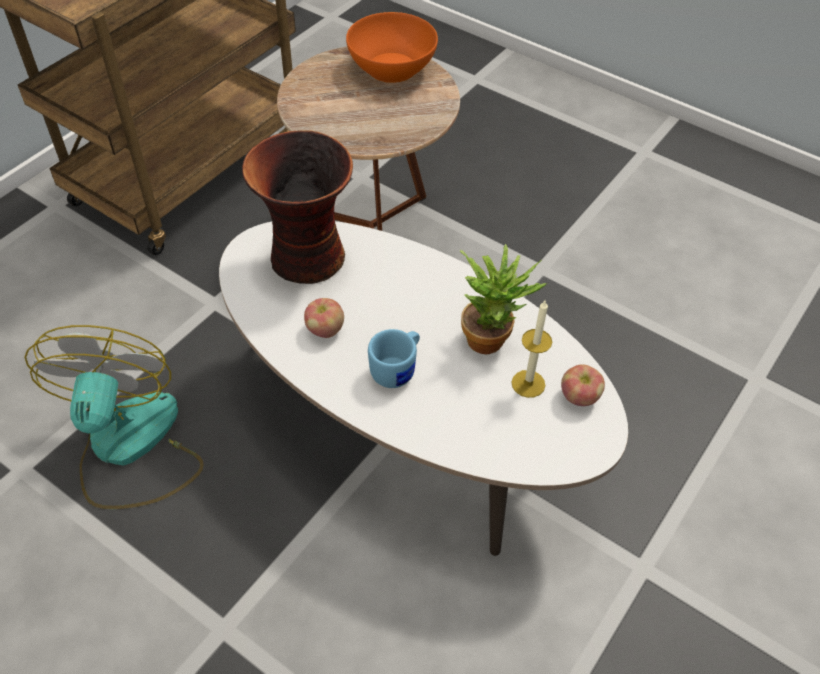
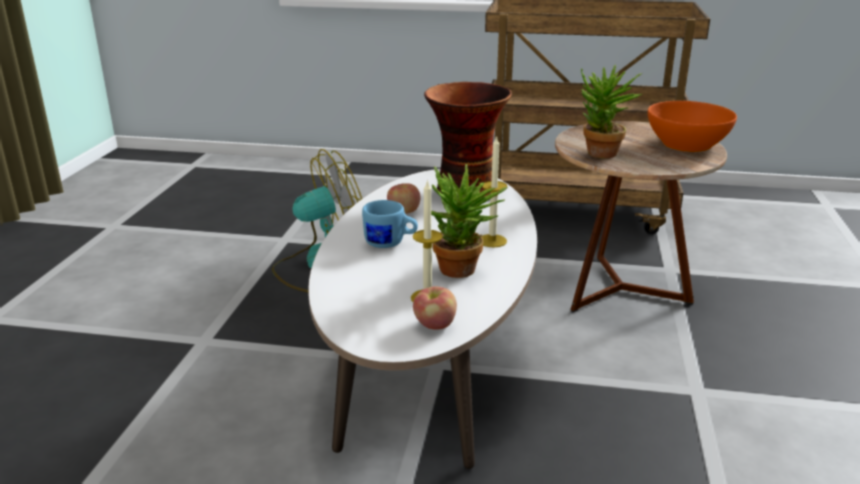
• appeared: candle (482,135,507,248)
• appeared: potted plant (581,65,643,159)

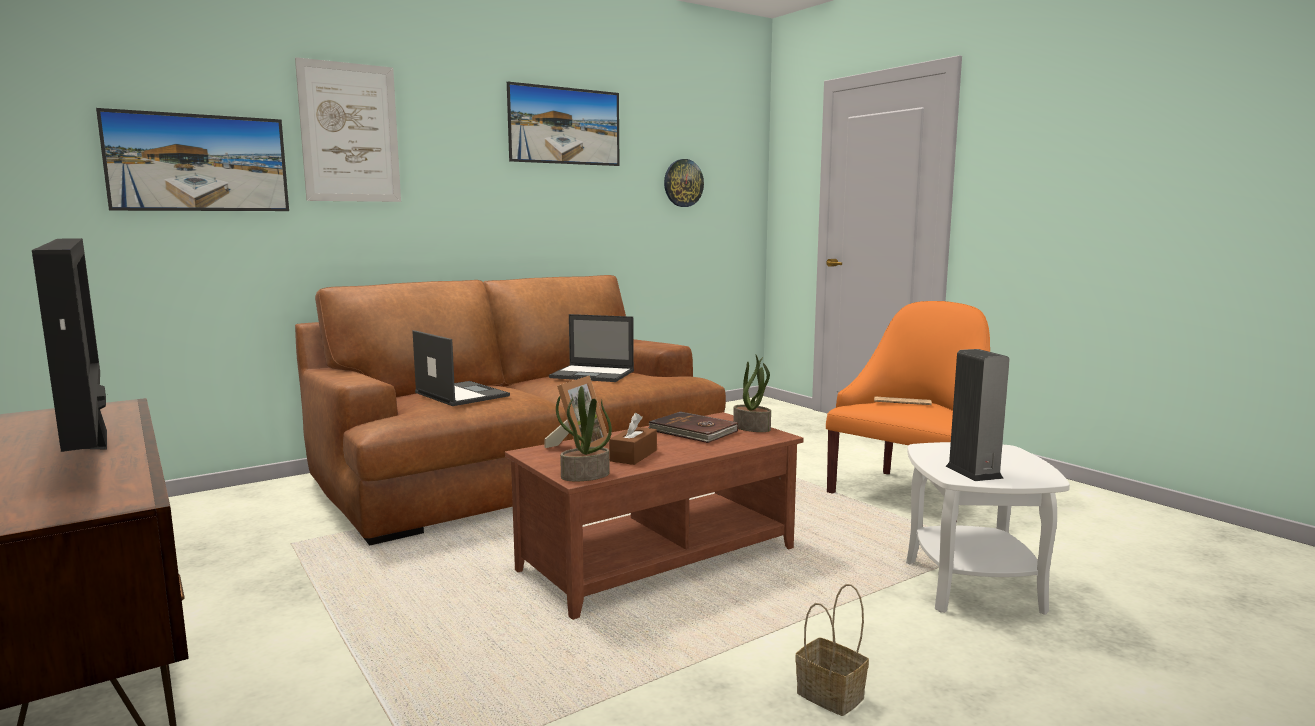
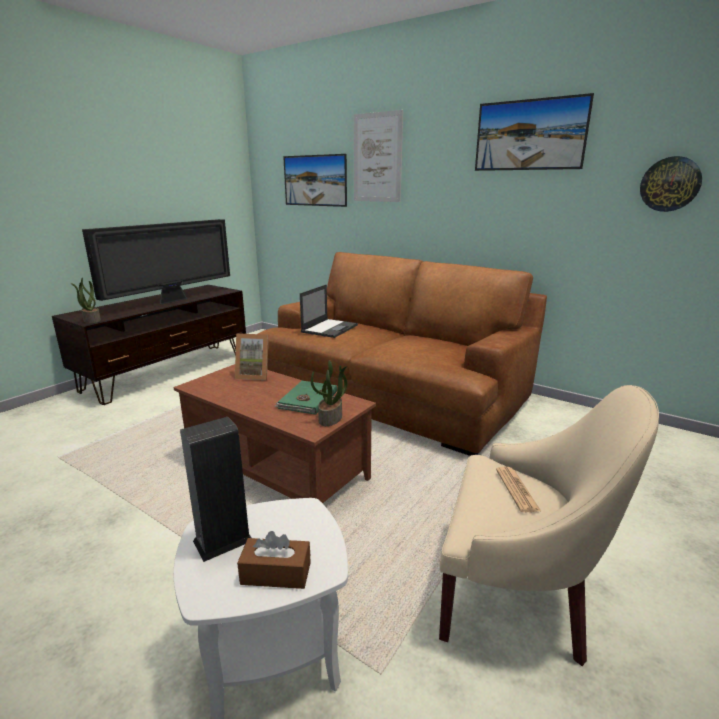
• relocated: potted plant (556,386,612,481) to (71,278,101,323)
• relocated: tissue box/brown (609,413,657,465) to (237,531,311,589)
• colour: book/brown (648,412,738,443) to book/green (274,381,337,415)
• colour: armchair/orange (826,301,990,494) to armchair/beige (439,385,659,666)
• missing: laptop (549,314,634,382)
• missing: basket (795,584,869,716)

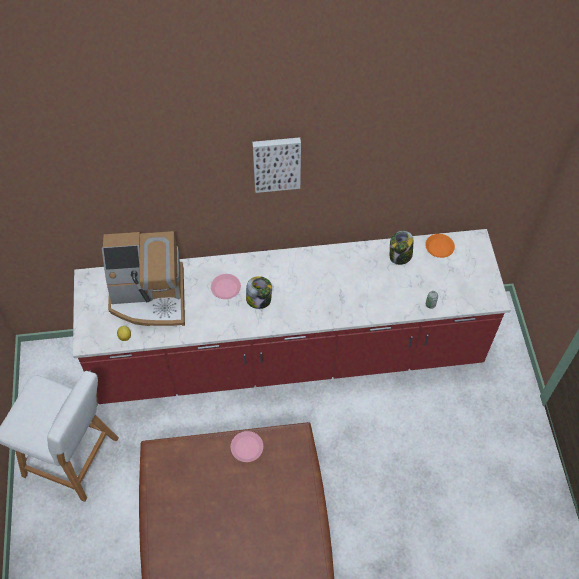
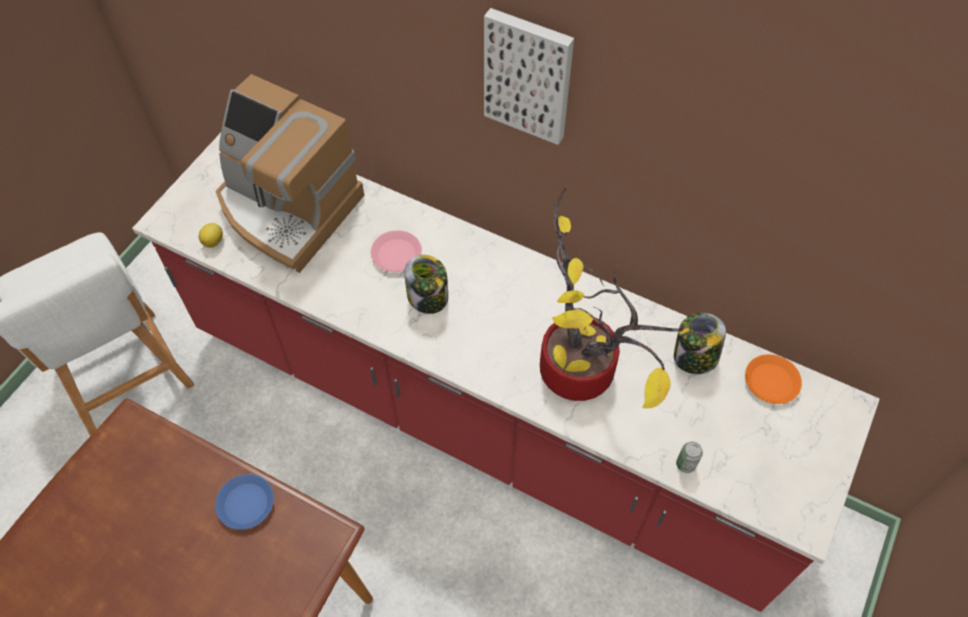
• colour: plate/pink (231,431,263,462) to plate/blue (215,474,274,530)
• appeared: potted plant (540,187,685,408)

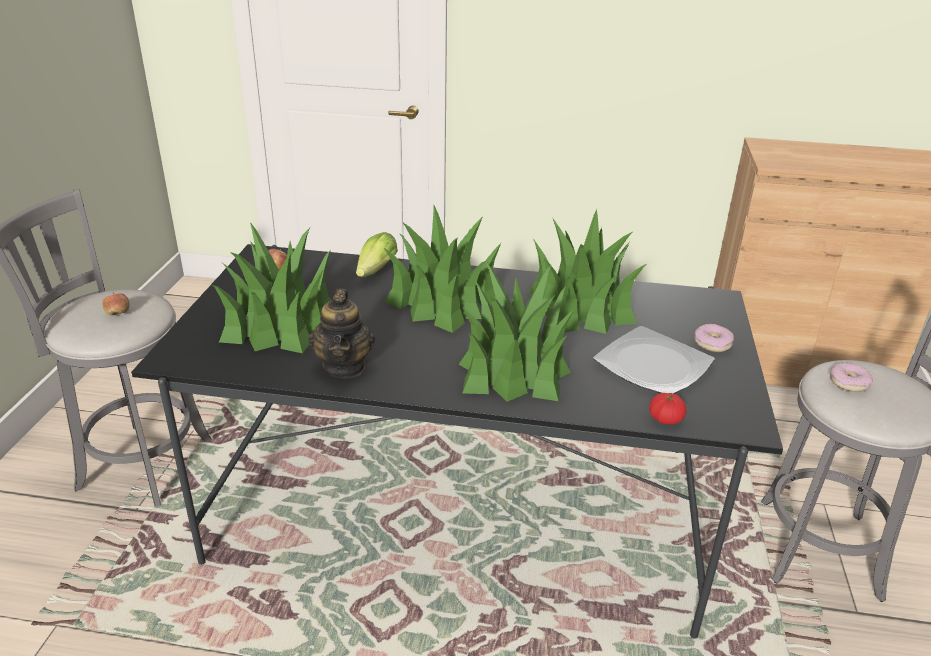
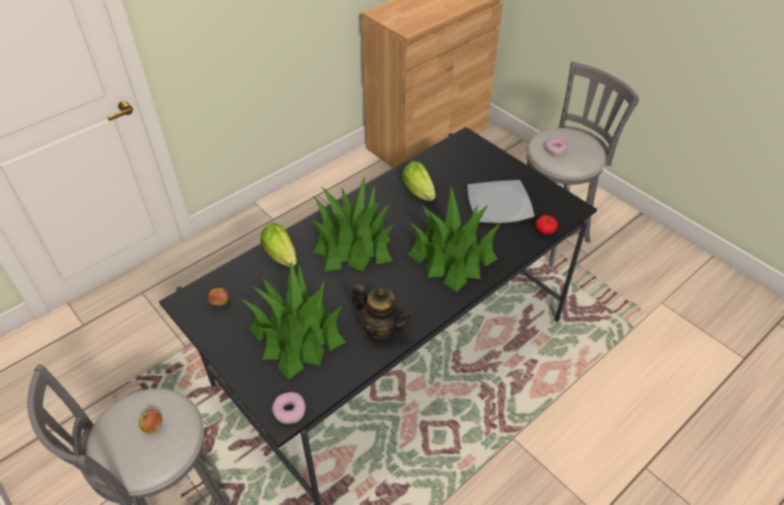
• relocated: donut (694,324,734,352) to (272,392,306,424)
• exchanged: potted plant (529,209,646,334) to lettuce (402,161,436,201)

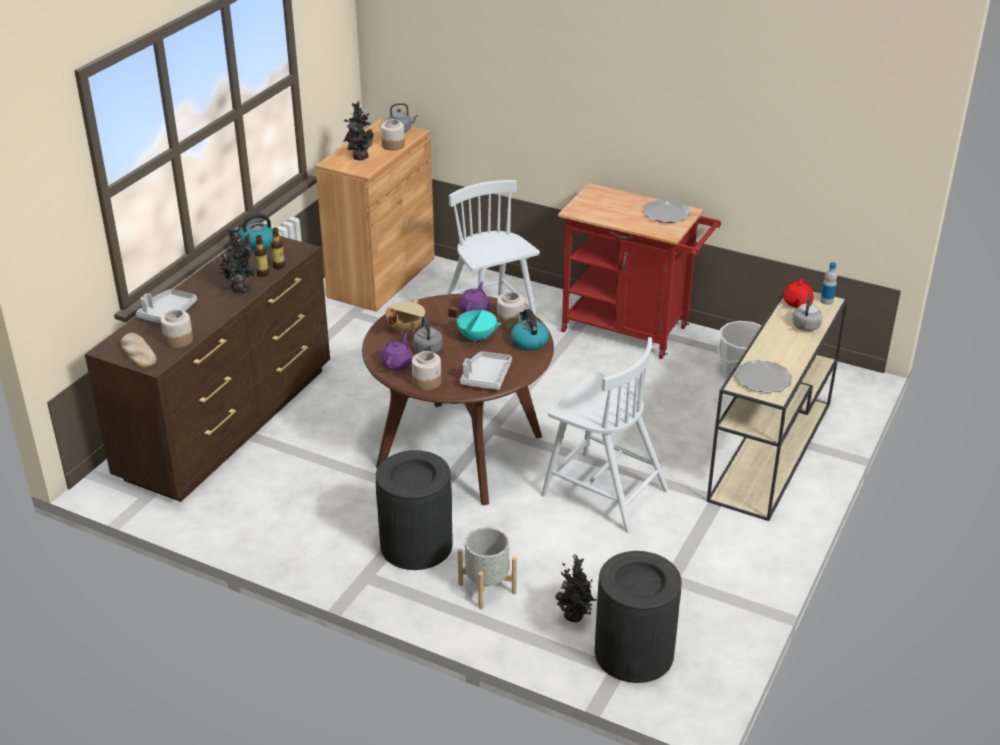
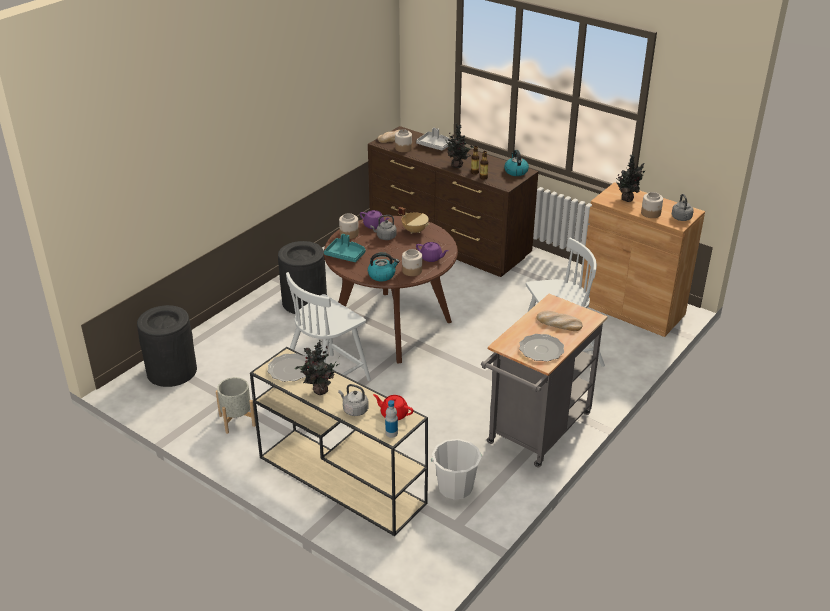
• relocated: planter/grey (458,527,517,609) to (216,377,256,434)
• relocated: potted plant (555,554,597,622) to (295,340,340,395)
• colour: tray/grey (460,351,512,390) to tray/turquoise (324,234,366,262)
• colour: cart/red (558,183,721,359) to cart/grey (481,294,608,468)
• appeared: bread (536,311,583,331)
• missing: cooking pot/turquoise (448,307,501,343)

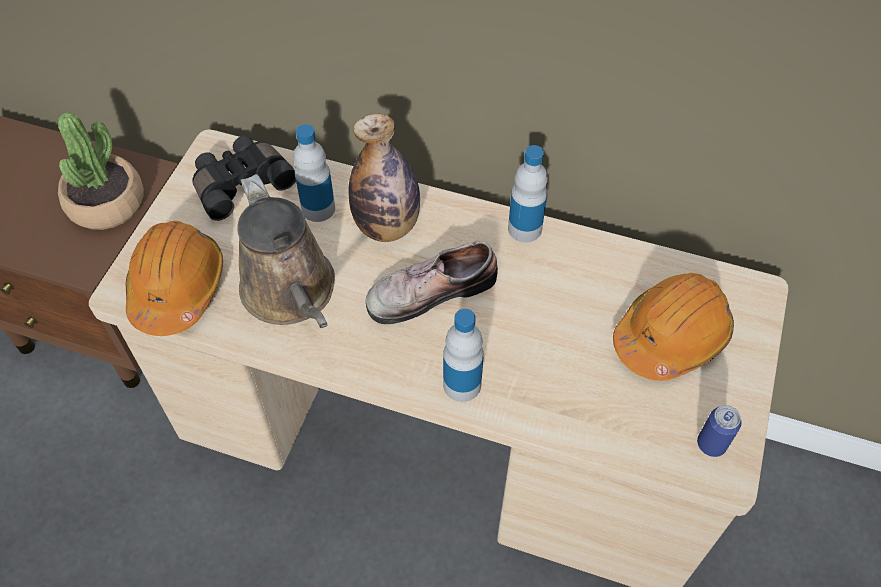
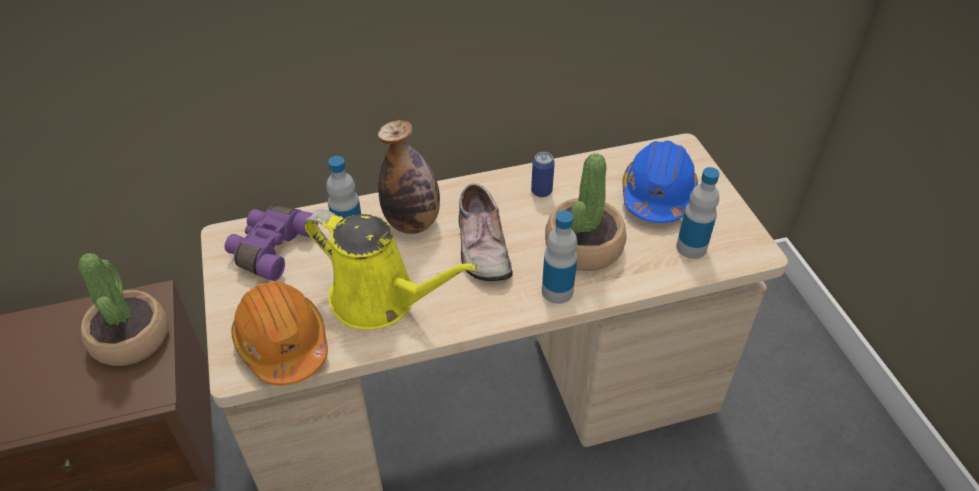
• colour: binoculars/black (193,136,296,221) to binoculars/purple (225,205,318,281)
• colour: watering can/brown (237,174,335,328) to watering can/yellow (304,209,479,330)
• spun: shoe (366,241,498,324) = (459,184,513,281) 45 degrees counterclockwise
• relocated: can (697,405,742,457) to (531,152,555,197)
• appeared: potted plant (545,153,626,271)
• colour: hard hat/orange (613,273,734,381) to hard hat/blue (622,141,698,223)
• relocated: bottle (508,145,548,243) to (676,167,720,259)

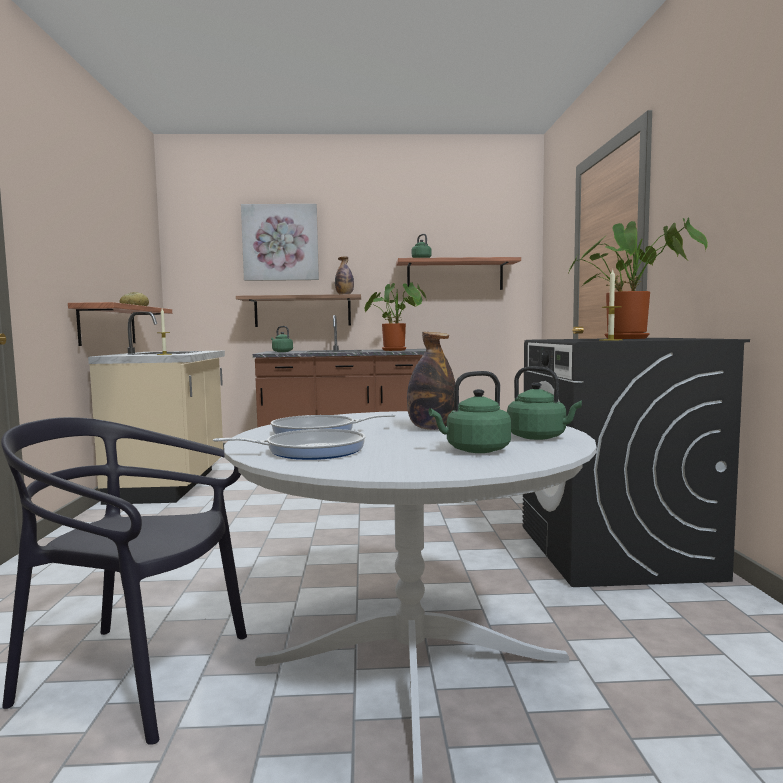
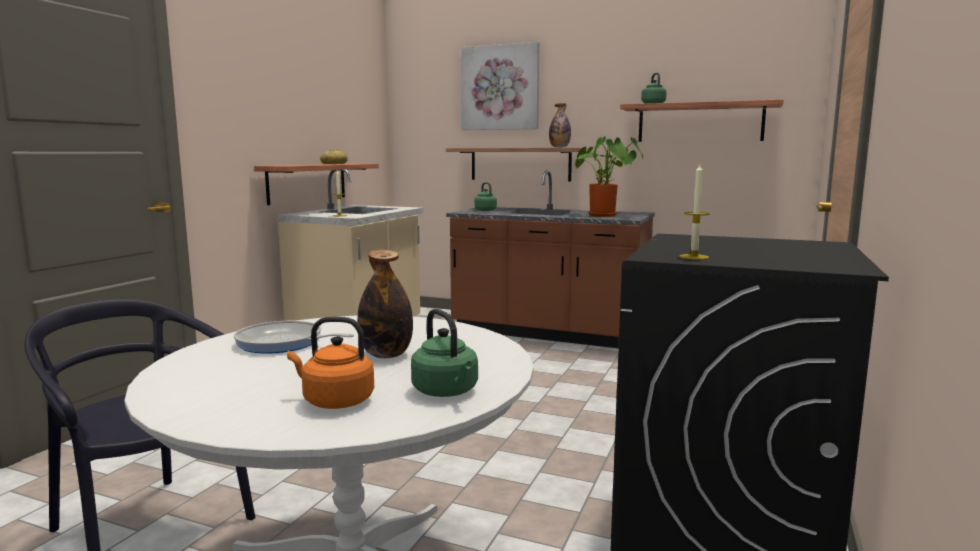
• colour: kettle/green (429,371,511,453) to kettle/orange (287,317,374,409)
• missing: frying pan (213,429,366,460)
• missing: potted plant (569,217,708,339)

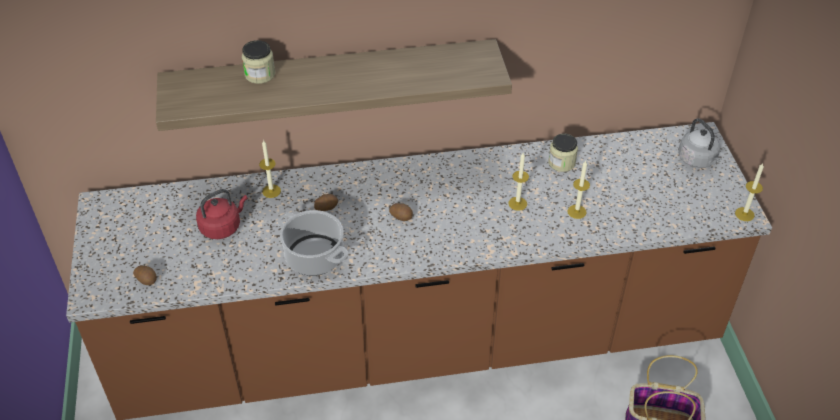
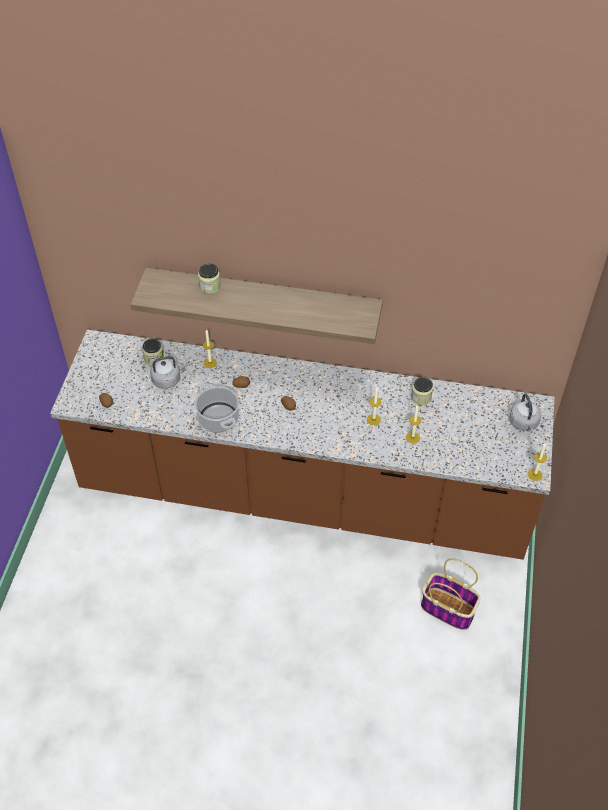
• appeared: jar (142,338,164,366)
• colour: kettle/red (196,189,248,239) to kettle/grey (150,356,188,389)

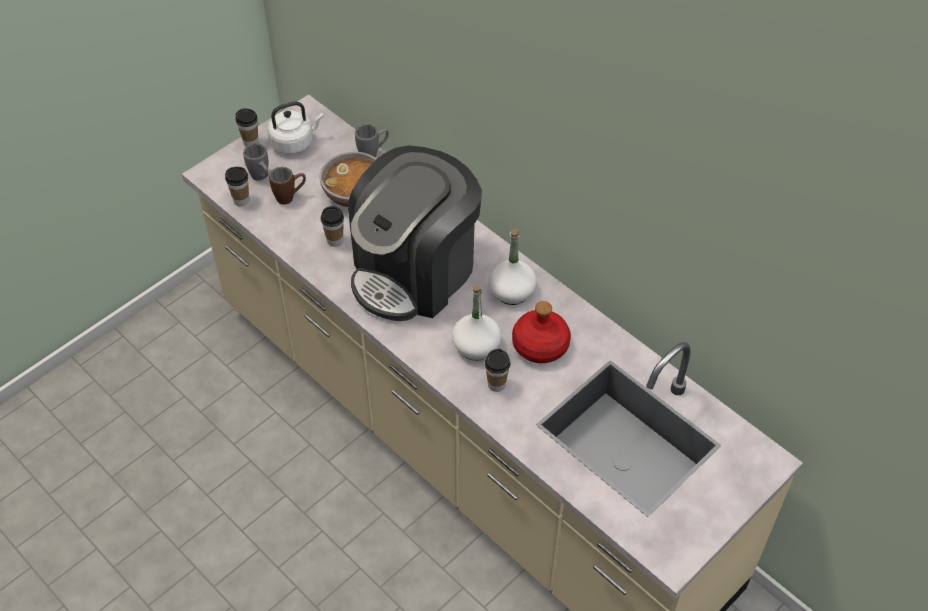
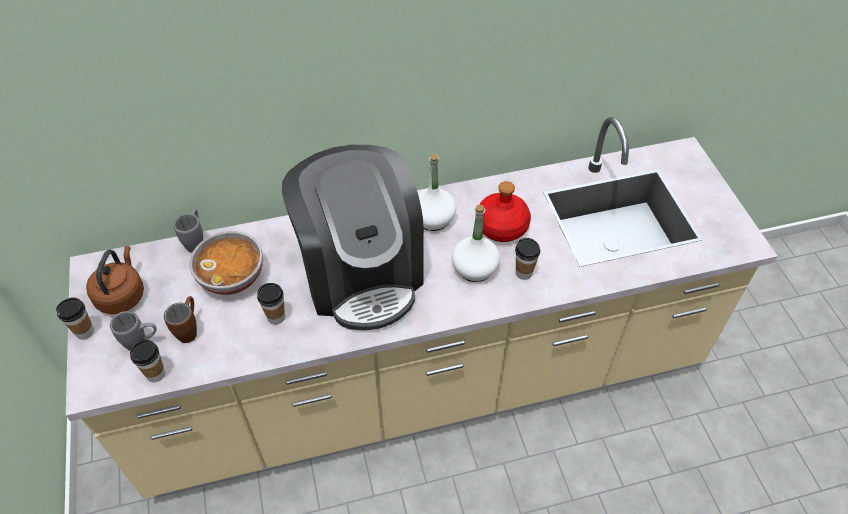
• colour: kettle/white (267,101,324,154) to kettle/brown (86,246,144,314)

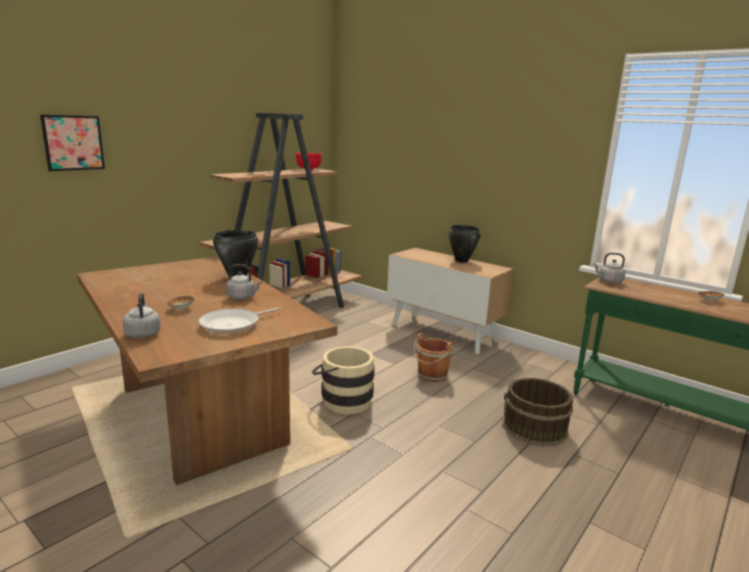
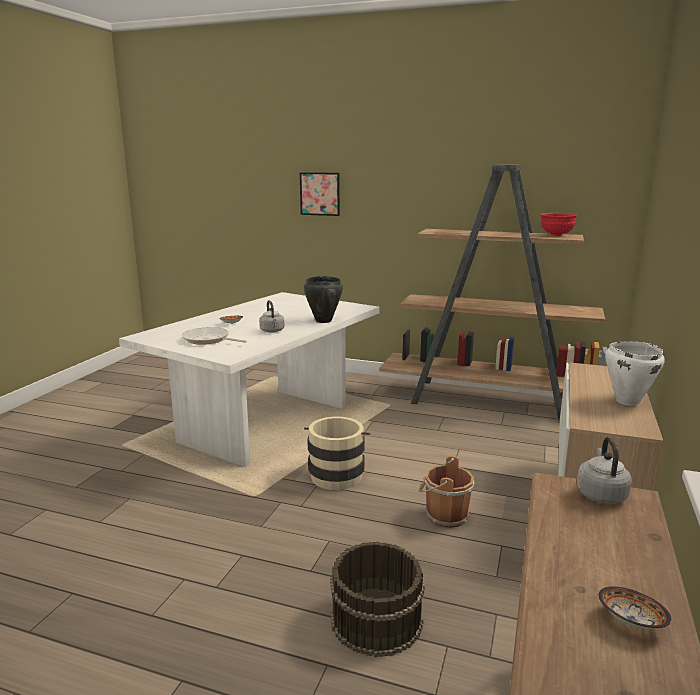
• colour: dining table/brown (77,256,338,485) to dining table/white (119,292,380,467)
• colour: cooking pot/black (448,225,480,262) to cooking pot/white (605,341,665,406)
• missing: kettle/grey (123,293,161,338)

